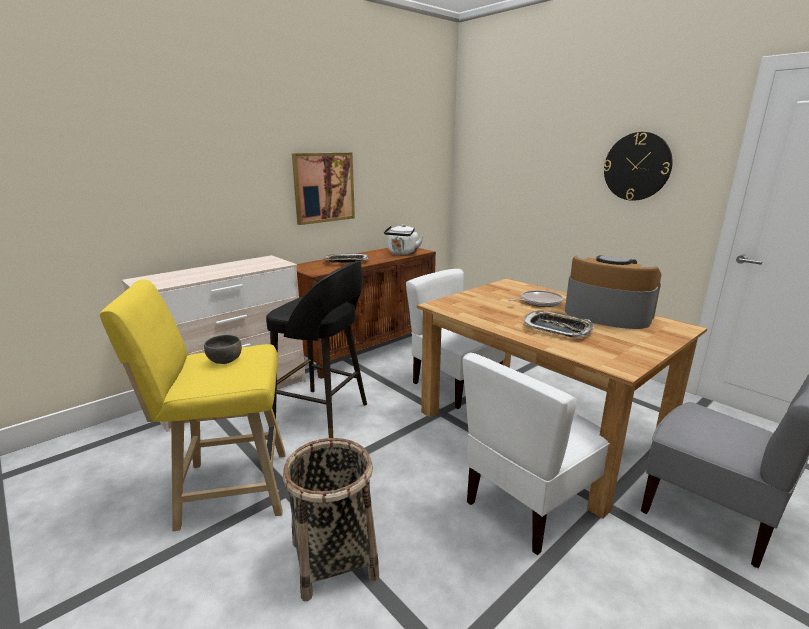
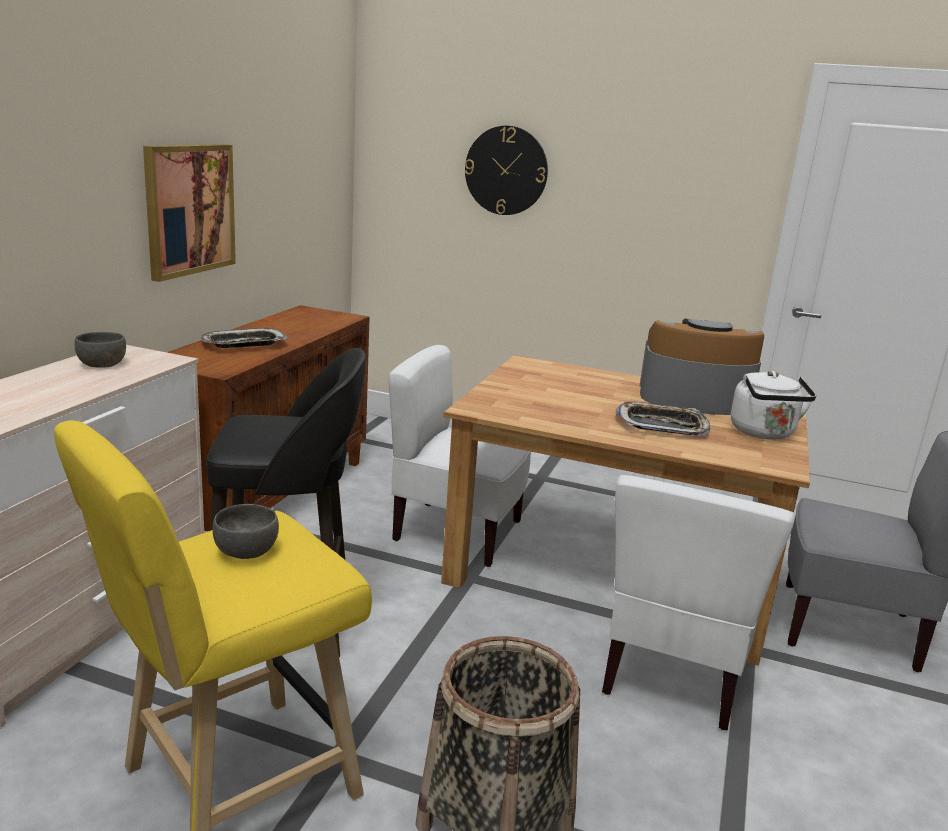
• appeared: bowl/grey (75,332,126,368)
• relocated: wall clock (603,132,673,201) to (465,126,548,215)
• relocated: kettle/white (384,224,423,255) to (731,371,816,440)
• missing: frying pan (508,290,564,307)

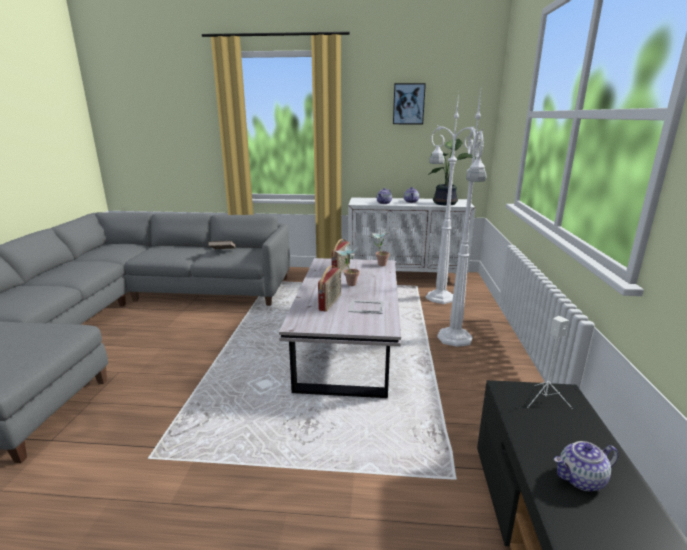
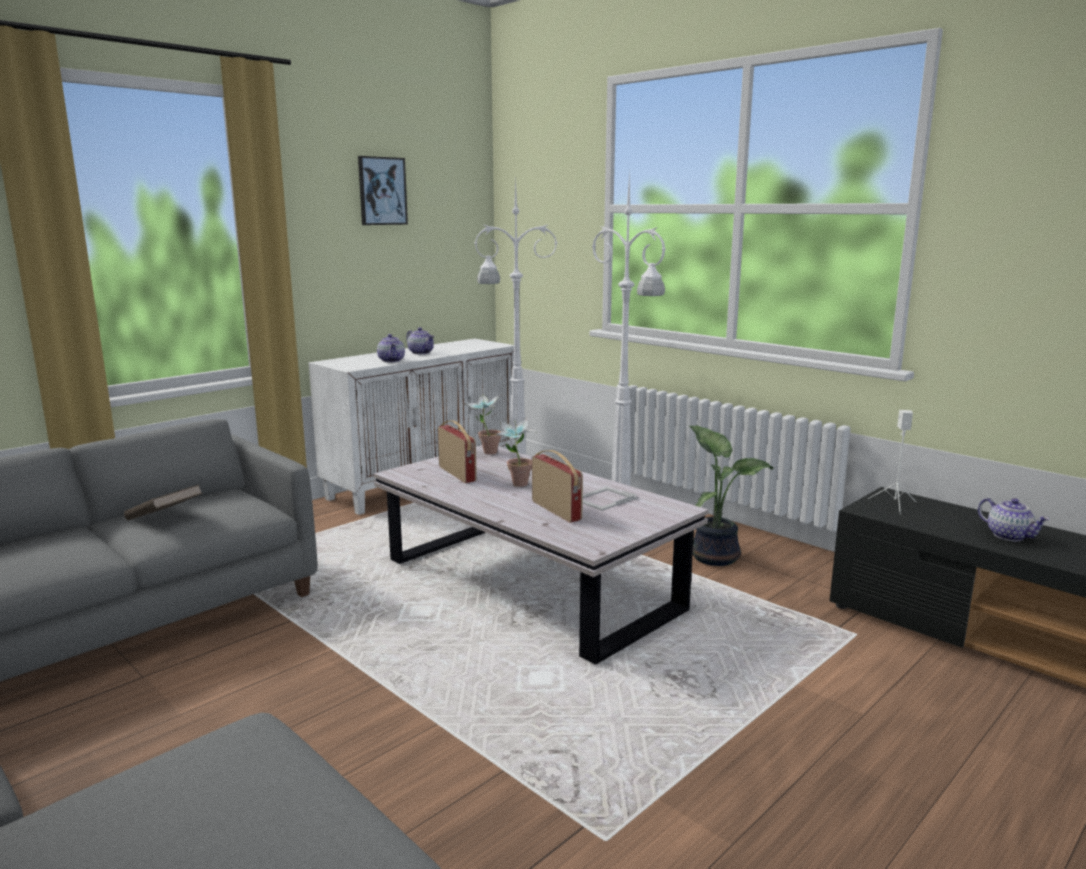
• relocated: potted plant (428,138,476,206) to (690,425,773,566)
• spun: teapot (554,441,619,491) = (978,498,1050,541) 60 degrees counterclockwise

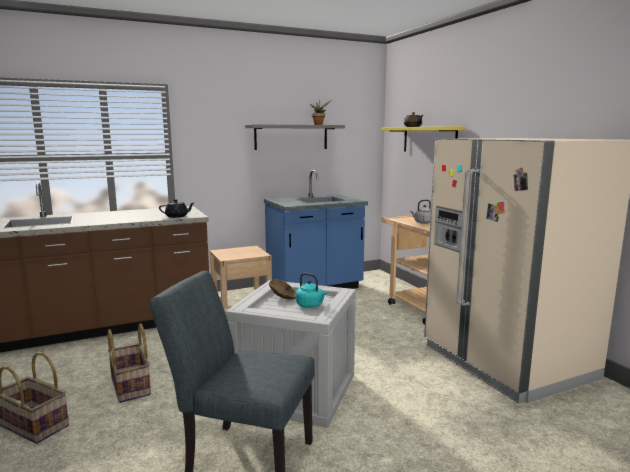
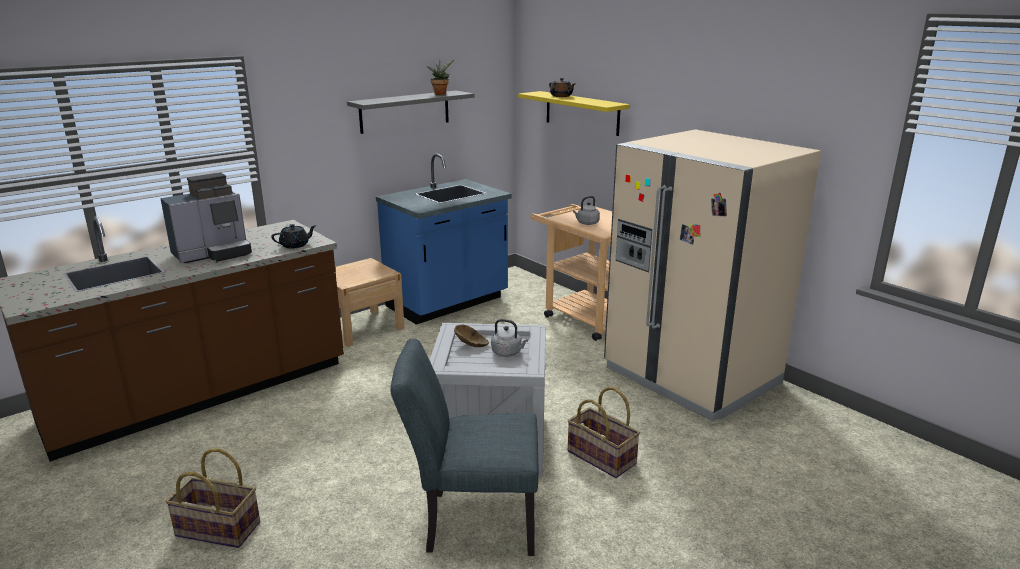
• appeared: coffee machine (160,173,252,263)
• colour: kettle/turquoise (296,273,327,308) to kettle/grey (491,319,528,357)
• relocated: basket (108,323,151,403) to (568,387,640,478)

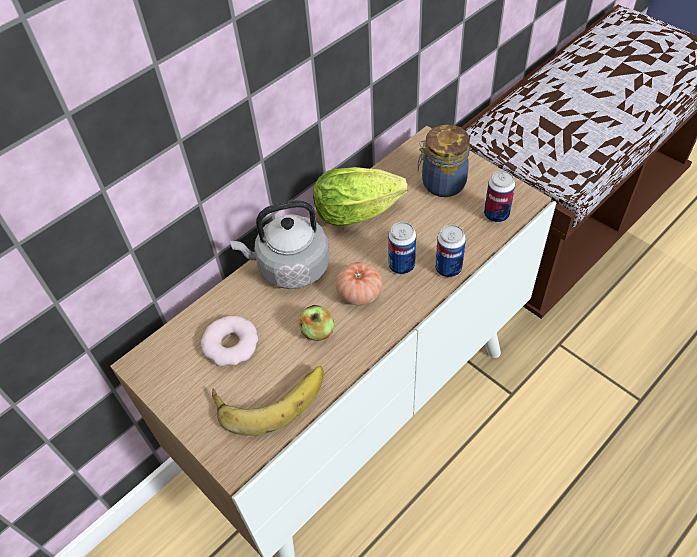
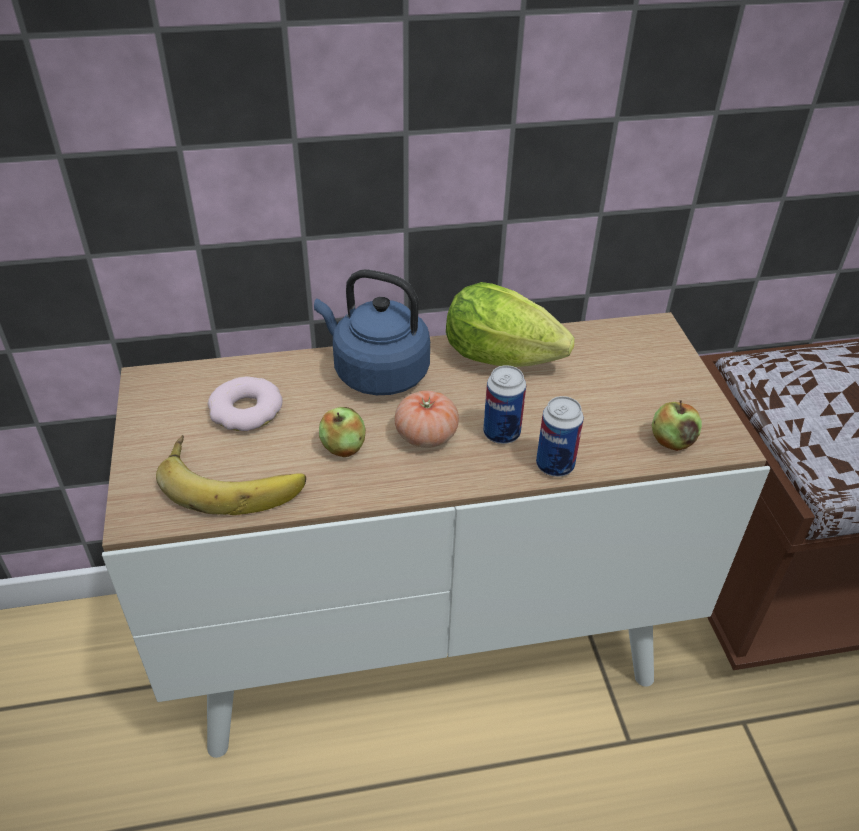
• colour: kettle/grey (230,201,330,289) to kettle/blue (314,269,430,395)
• exchanged: can (484,171,515,223) to apple (652,400,702,451)
• missing: jar (418,125,470,197)

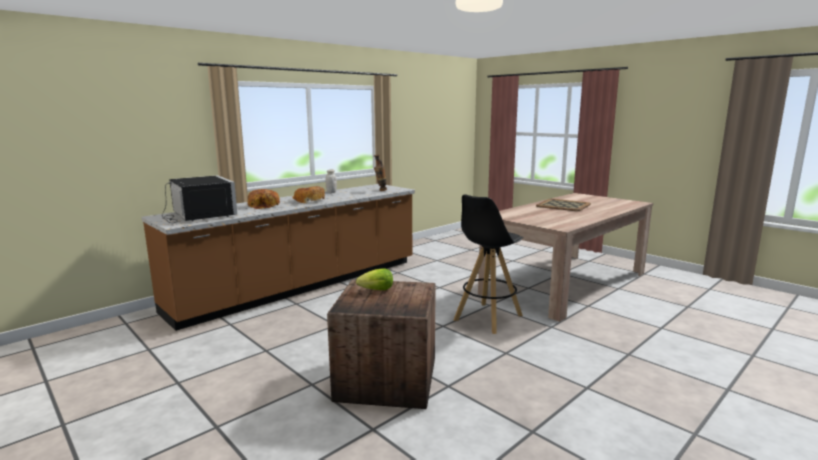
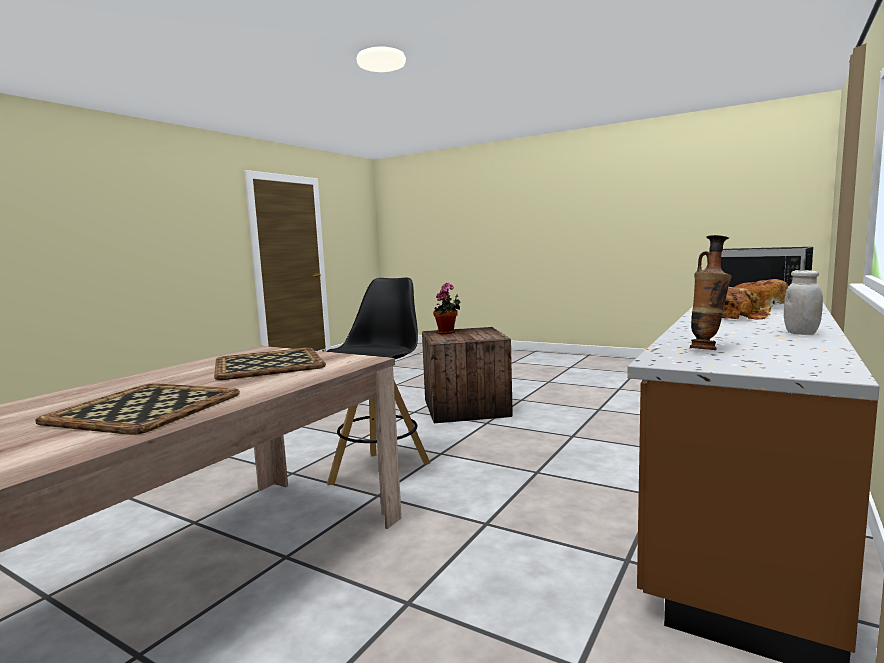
• appeared: tray (214,348,326,380)
• appeared: potted plant (433,283,461,334)
• missing: lettuce (356,268,393,290)

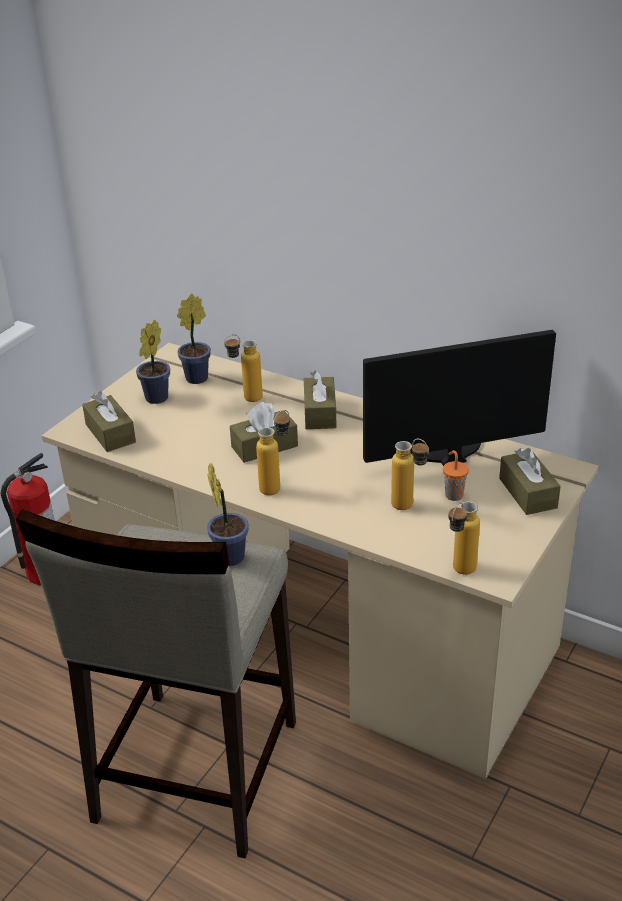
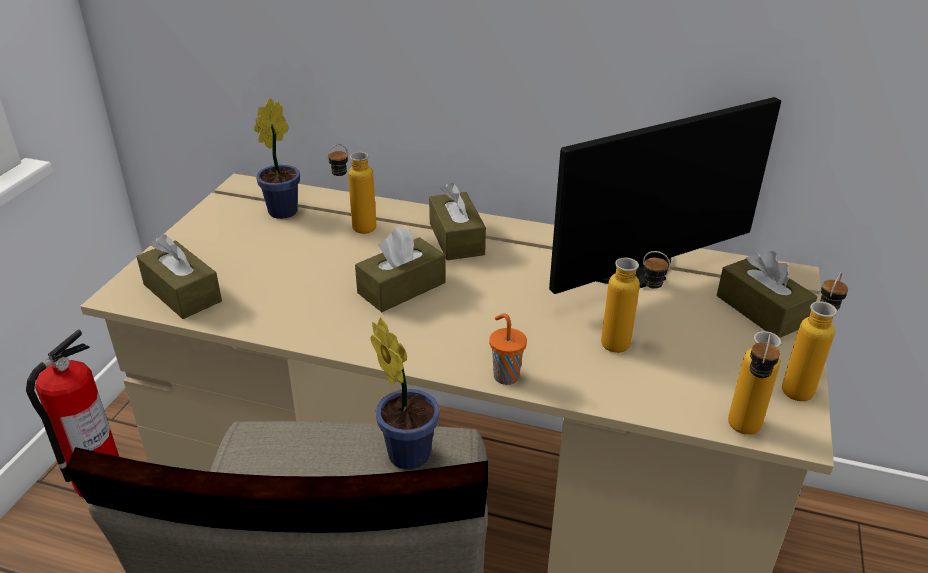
• relocated: cup/orange (443,450,469,501) to (489,313,527,385)
• relocated: bottle (256,410,290,495) to (782,272,848,401)
• missing: potted plant (136,320,170,404)

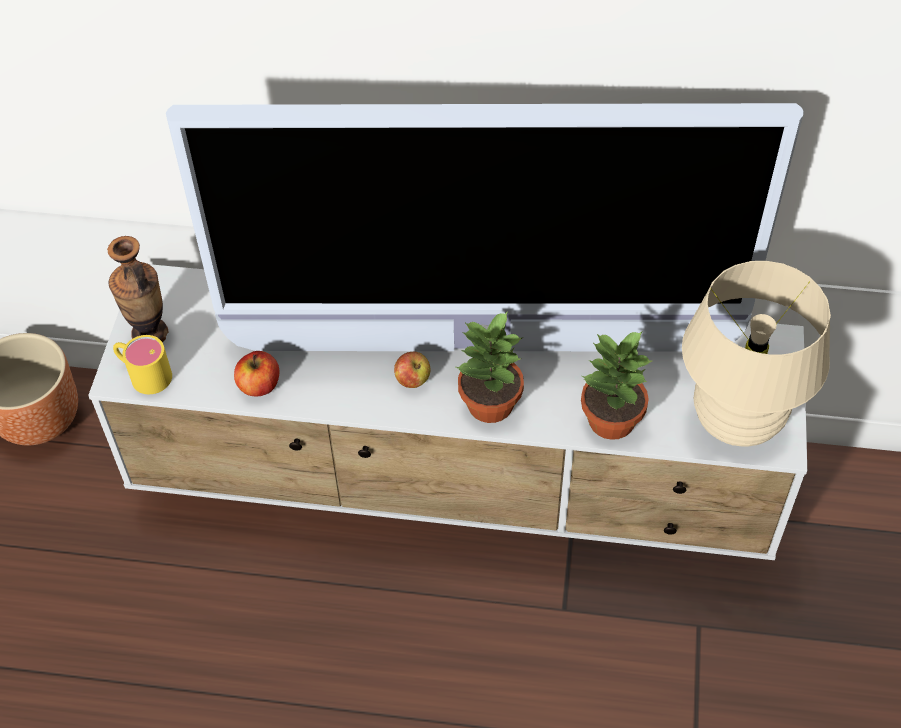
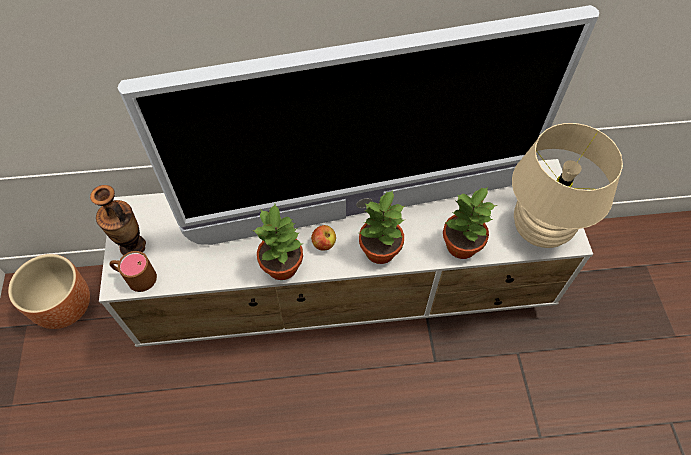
• colour: mug/yellow (113,335,172,394) to mug/brown (110,251,157,292)
• appeared: potted plant (252,204,304,280)
• missing: apple (234,351,279,396)

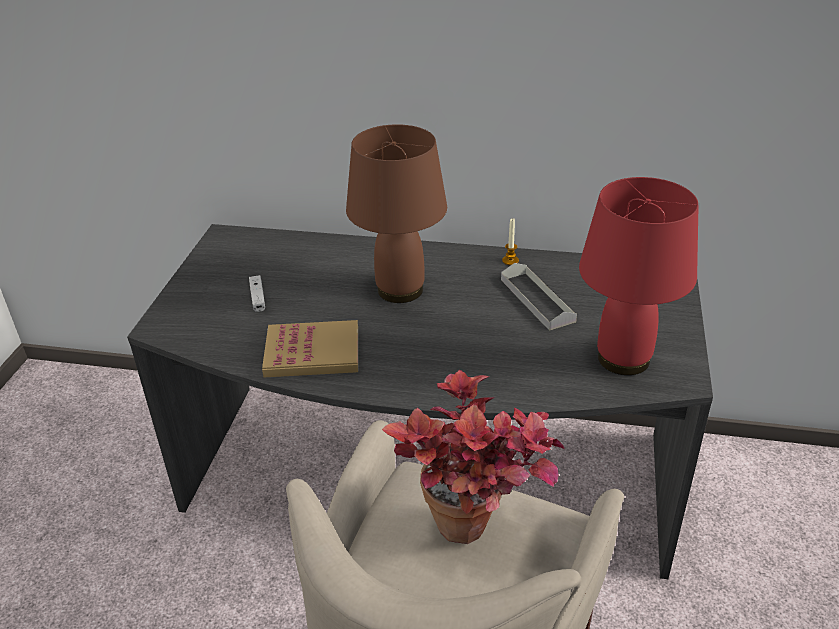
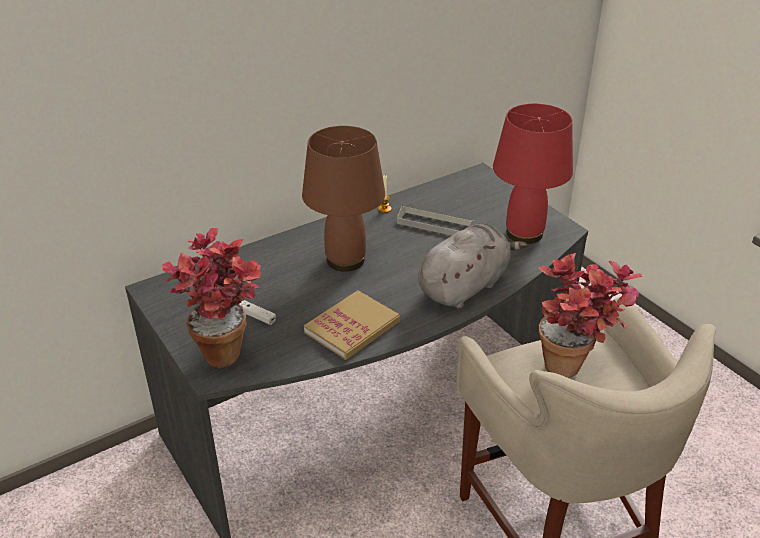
• appeared: potted plant (162,228,261,368)
• appeared: plush toy/grey (418,223,527,308)

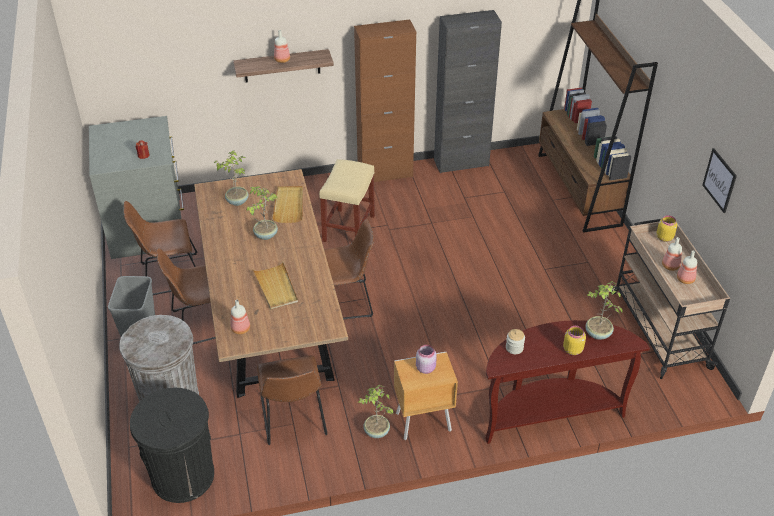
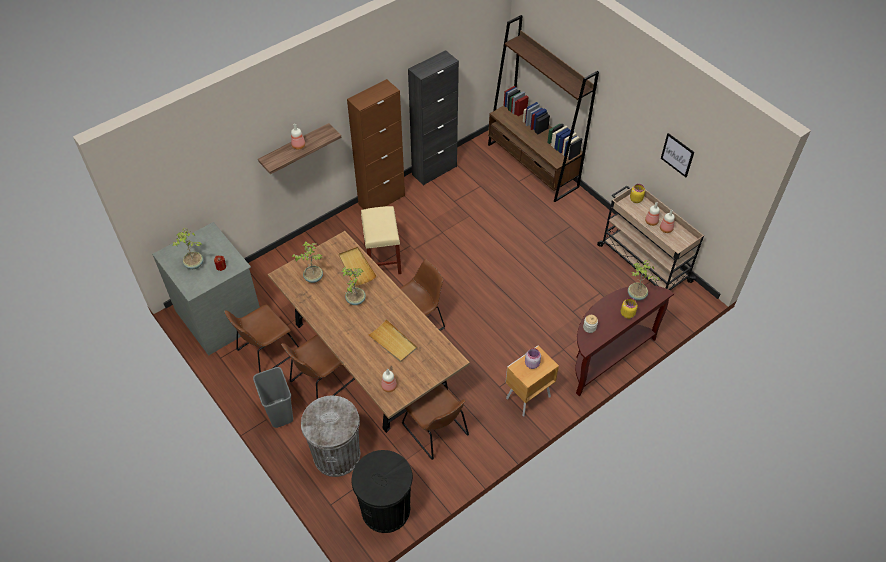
• relocated: potted plant (358,385,393,438) to (173,228,203,269)

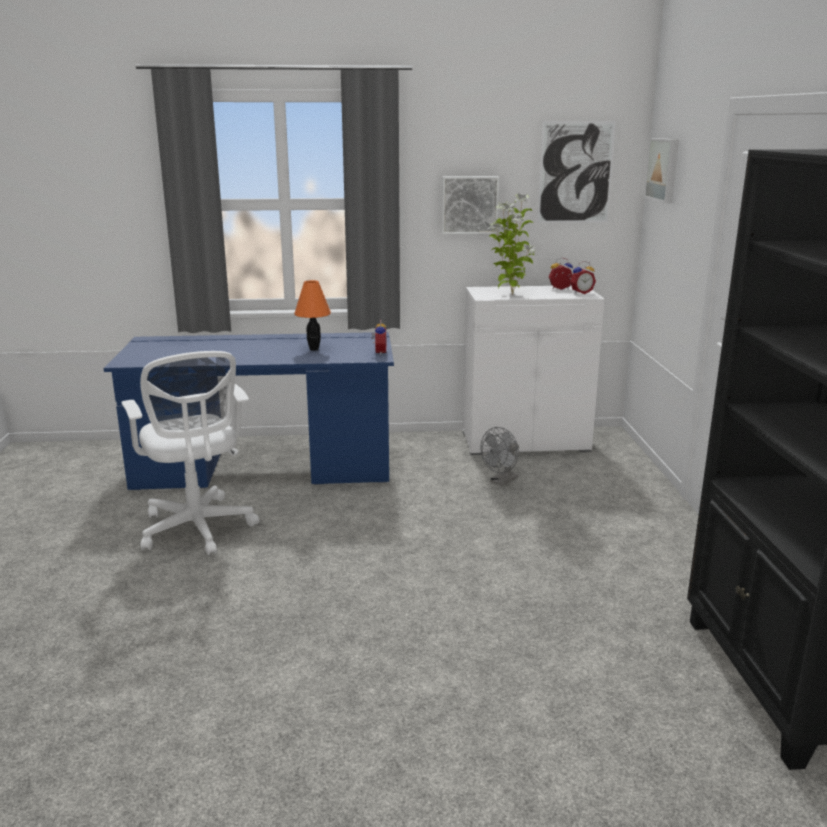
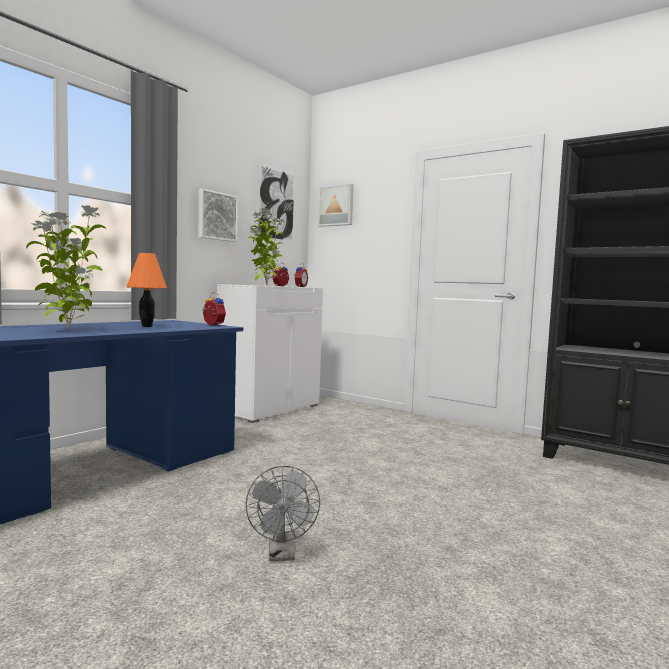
• appeared: potted plant (26,205,107,331)
• relocated: fan/grey (480,427,519,486) to (245,465,320,561)
• missing: office chair/white (121,351,259,555)

